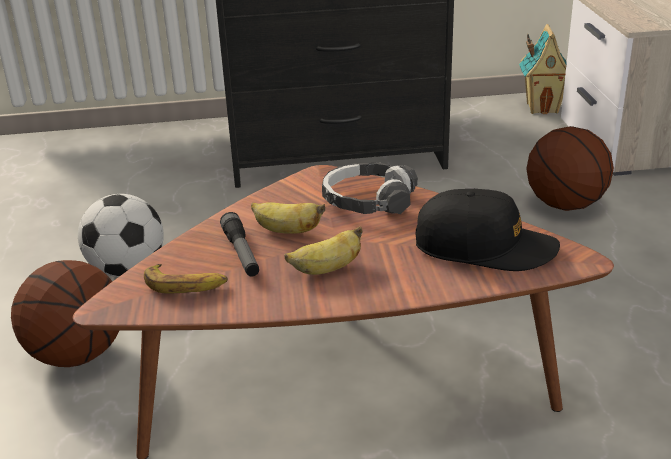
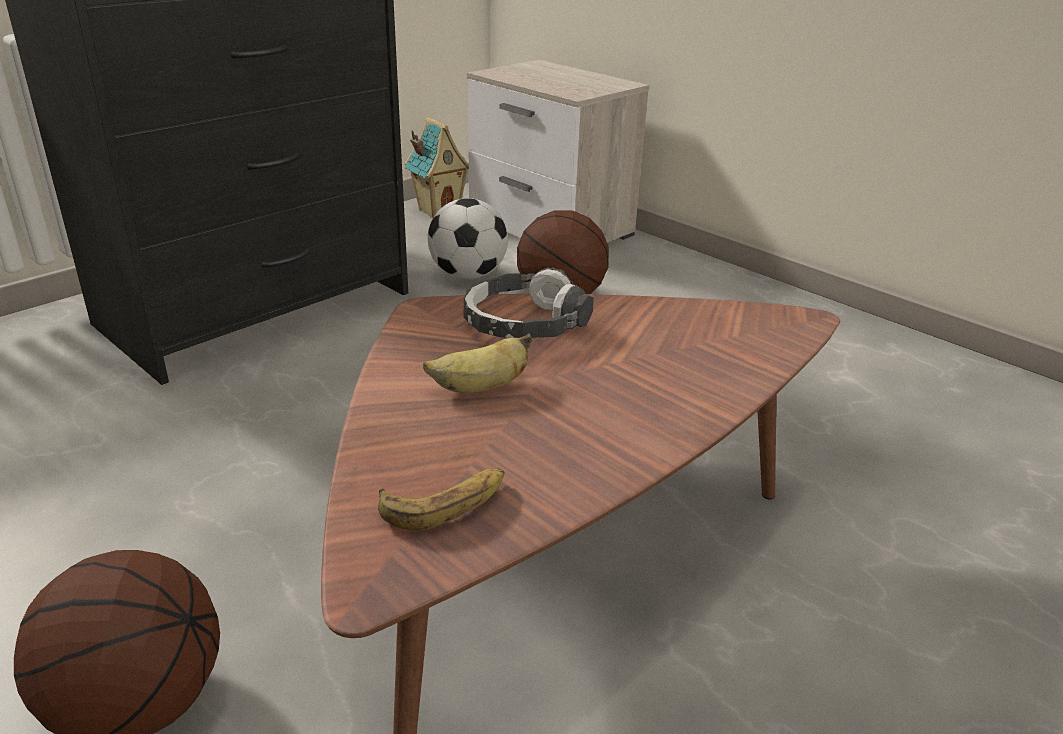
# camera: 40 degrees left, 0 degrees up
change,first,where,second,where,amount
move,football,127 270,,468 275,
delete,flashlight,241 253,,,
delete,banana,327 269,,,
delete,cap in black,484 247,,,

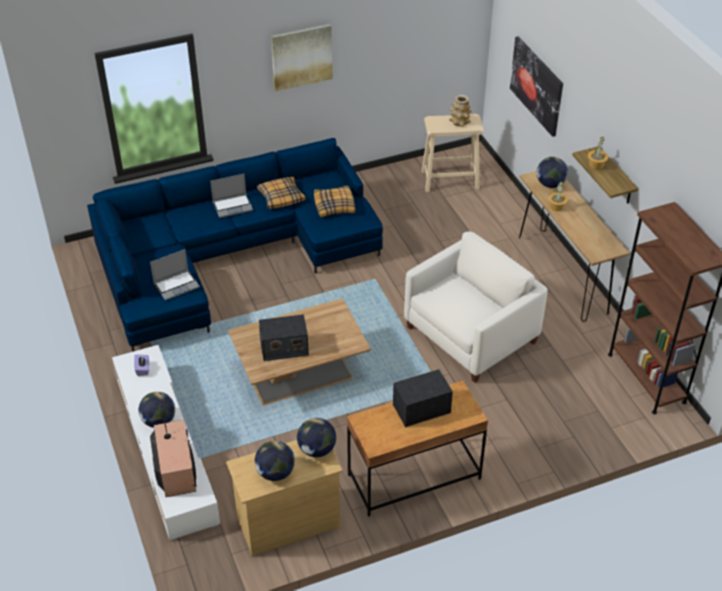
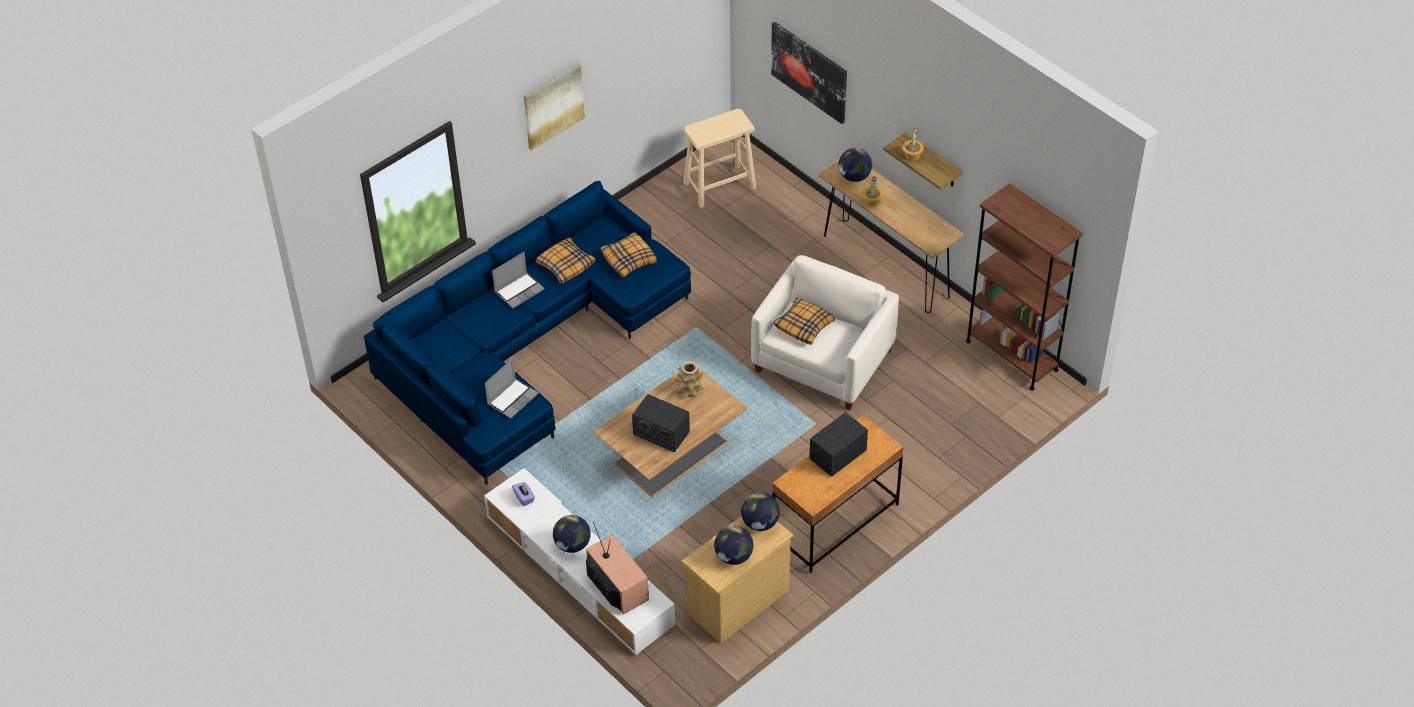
# camera: 20 degrees left, 5 degrees up
change,first,where,second,where,amount
rotate,radio,284 347,,661 432,60 degrees clockwise
move,vase,459 122,,689 390,
insert,,,pillow,804 325,

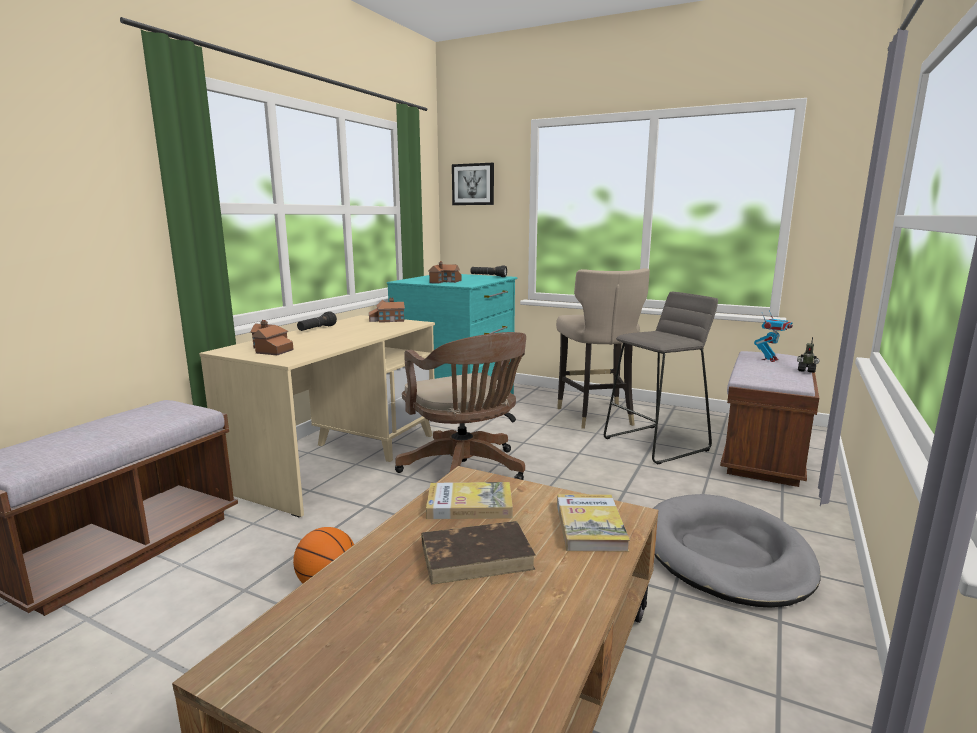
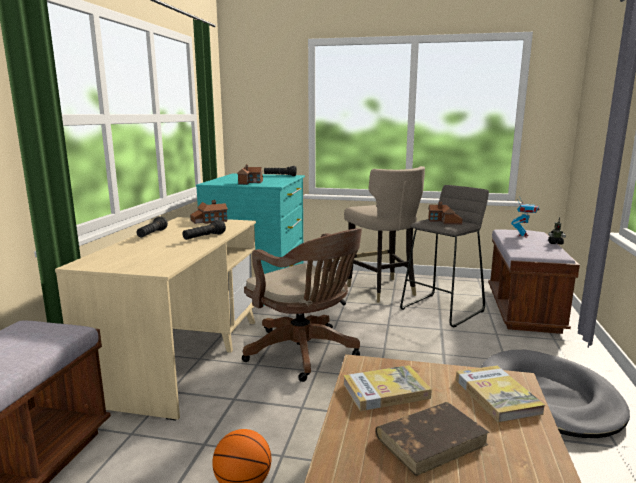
# camera: 15 degrees left, 0 degrees up
change,first,where,second,where,amount
move,toy house,270 350,,444 222,
delete,picture,473 184,,,
insert,,,flashlight in black,204 237,

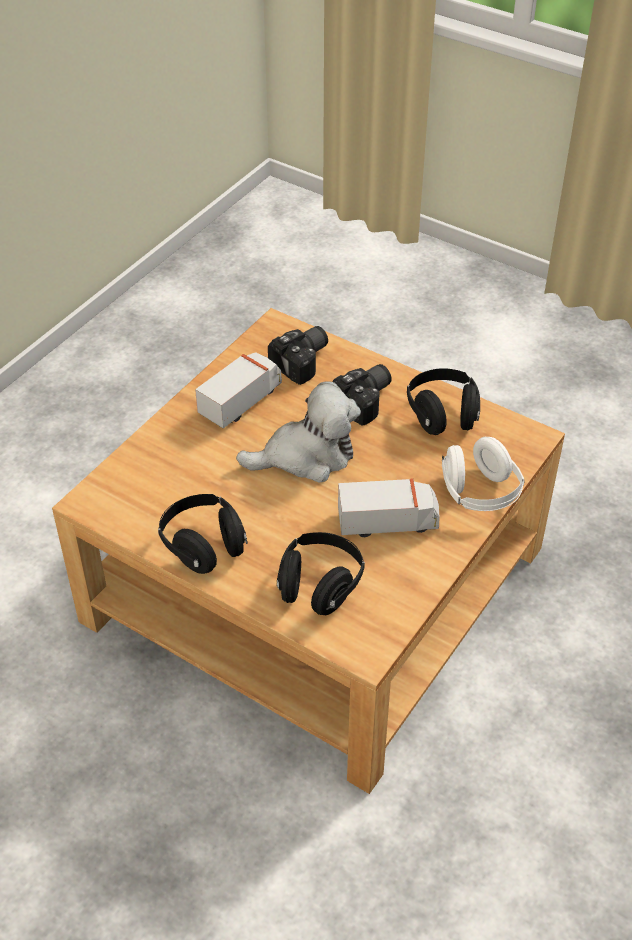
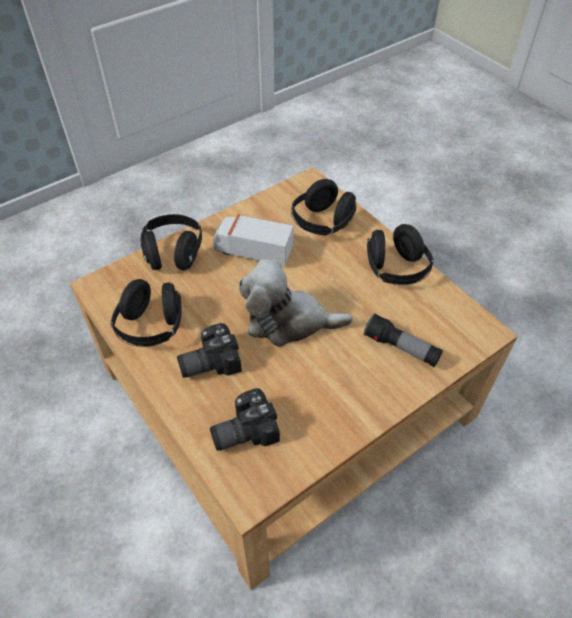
# camera: 160 degrees left, 5 degrees up
change,first,where,second,where,amount
delete,toy truck,242 401,,,
recolor,headphones in white,479 493,headphones in black,173 253,
insert,,,flashlight,401 348,

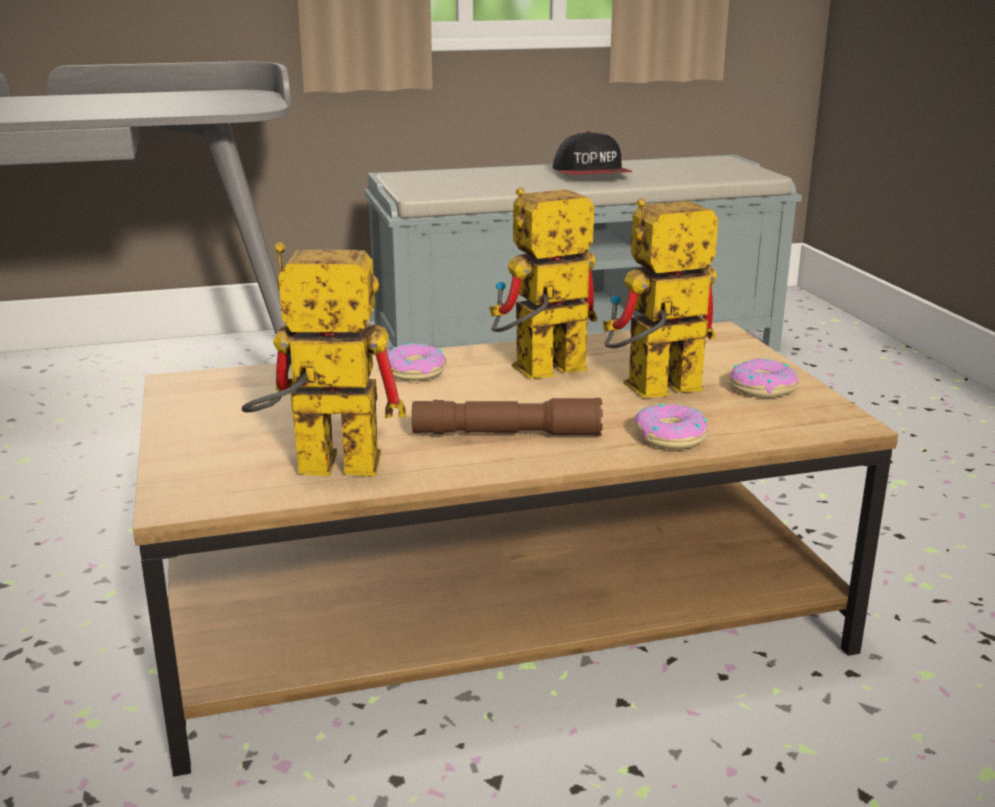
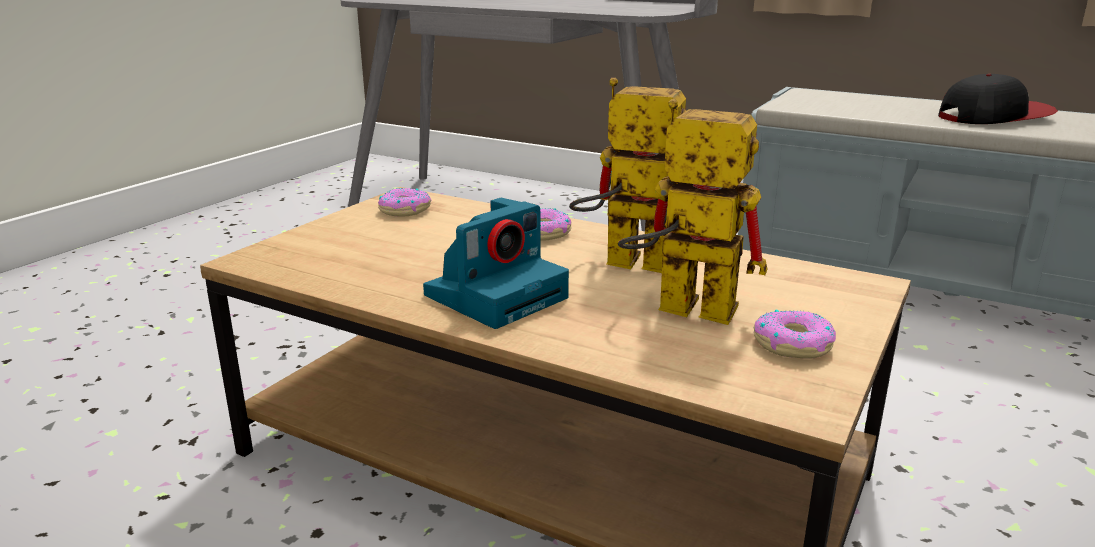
# camera: 45 degrees right, 0 degrees up
change,first,where,second,where,amount
delete,toy robot,318 468,,,
replace,flashlight in brown,506 434,photo camera,497 295,
rotate,cap,592 174,,994 117,135 degrees counterclockwise
move,donut,670 437,,404 210,

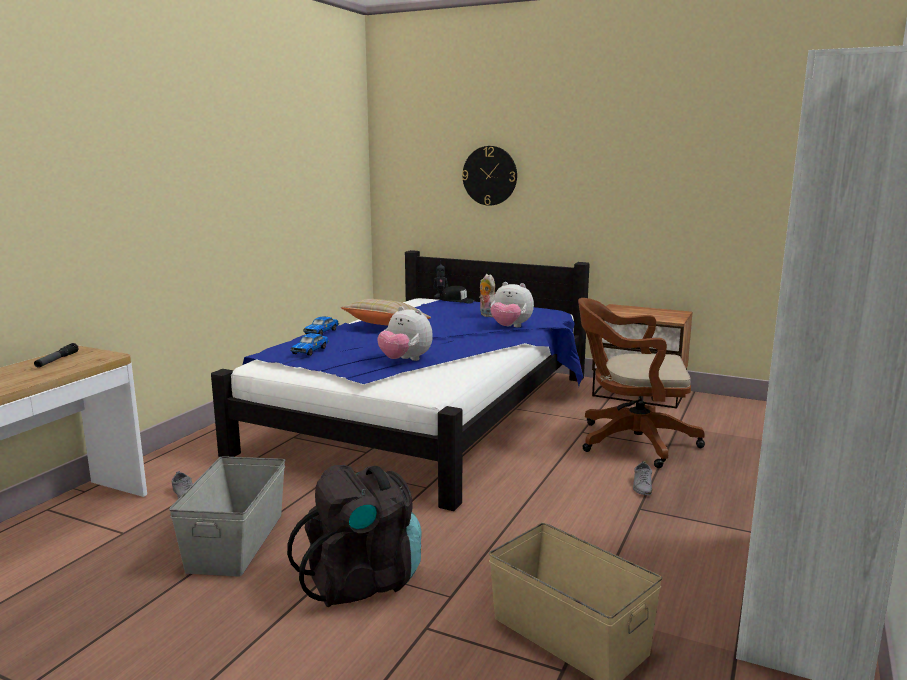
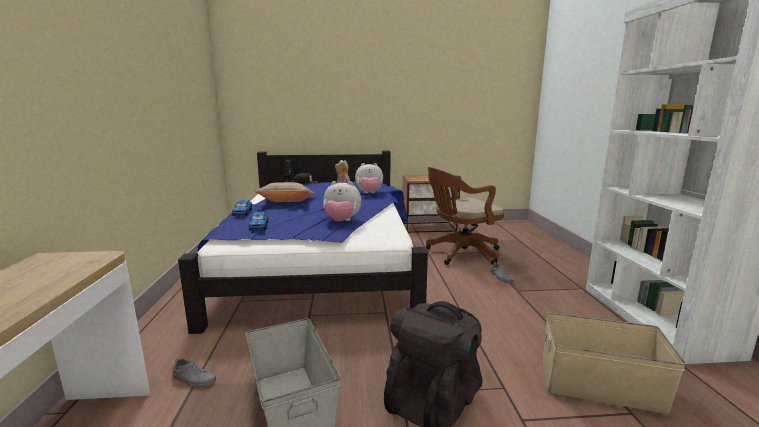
# camera: 30 degrees left, 0 degrees up
change,first,where,second,where,amount
delete,flashlight,57 360,,,
delete,wall clock,489 175,,,

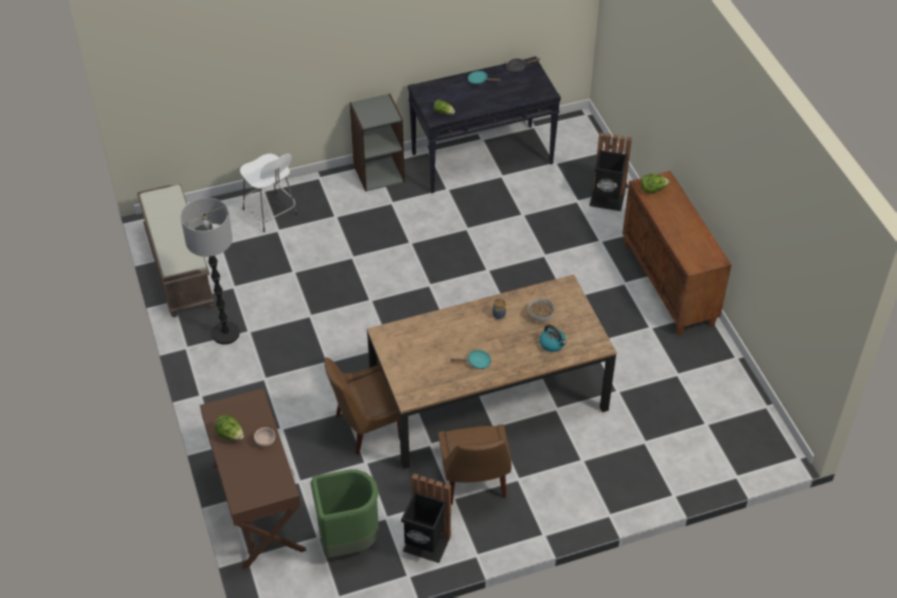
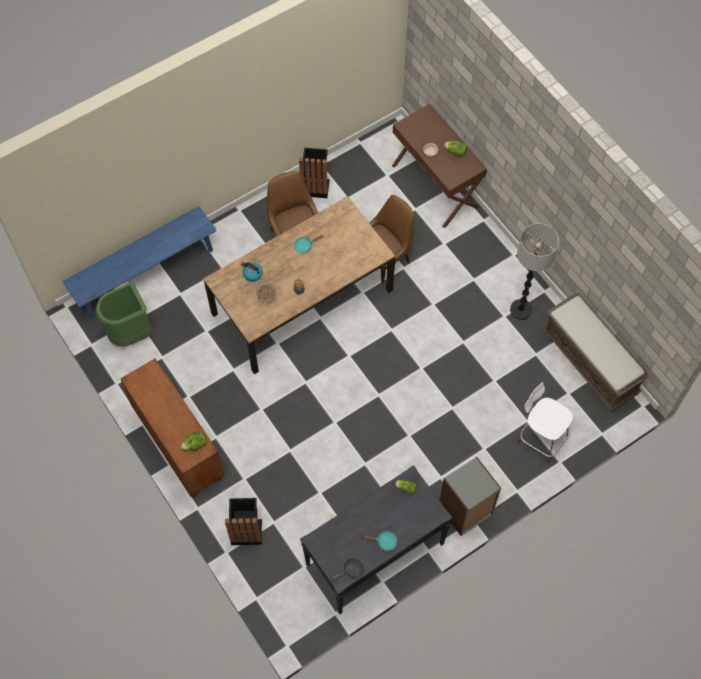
# camera: 165 degrees right, 15 degrees up
change,first,where,second,where,amount
move,trash can in green,347 542,,131 334,
insert,,,bench in blue,146 275,

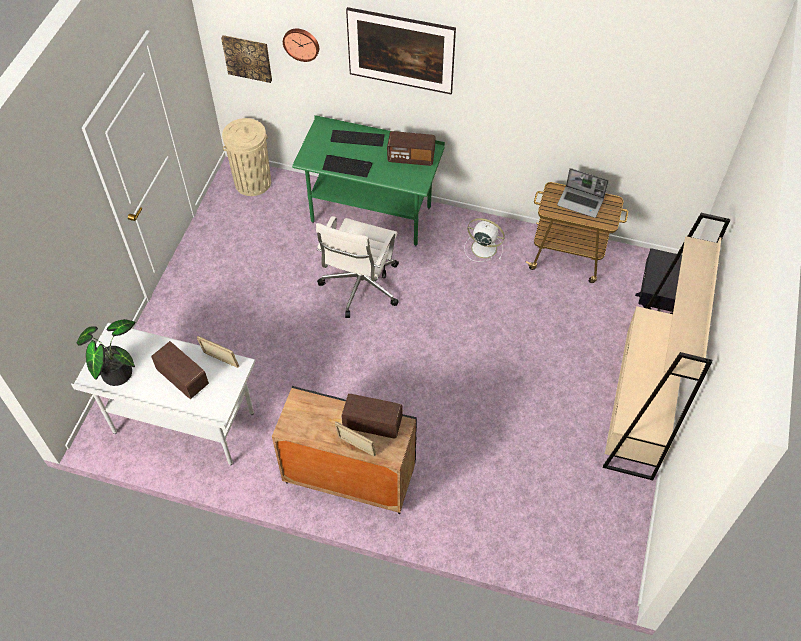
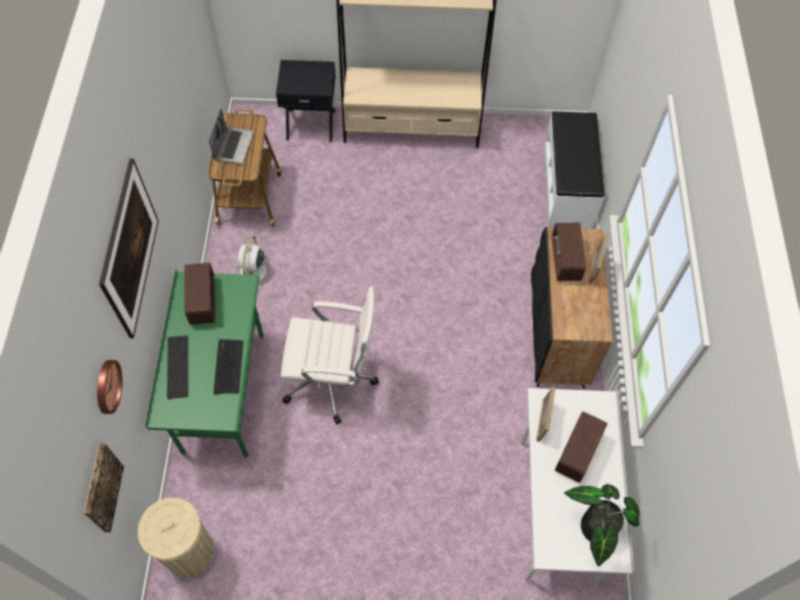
# camera: 105 degrees left, 5 degrees up
change,first,where,second,where,amount
insert,,,bench in white,568 186,

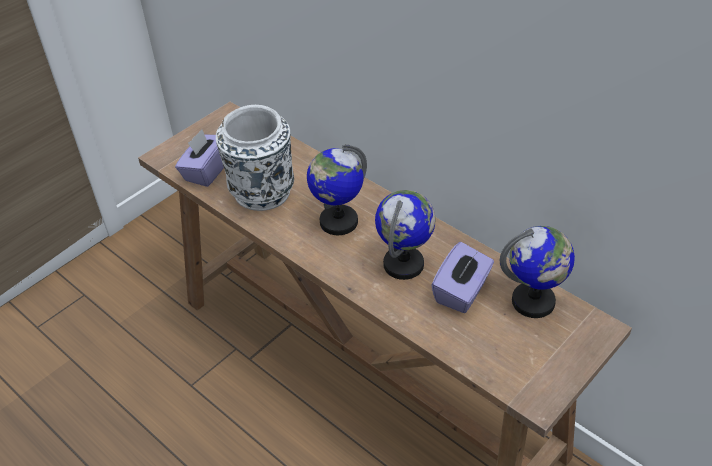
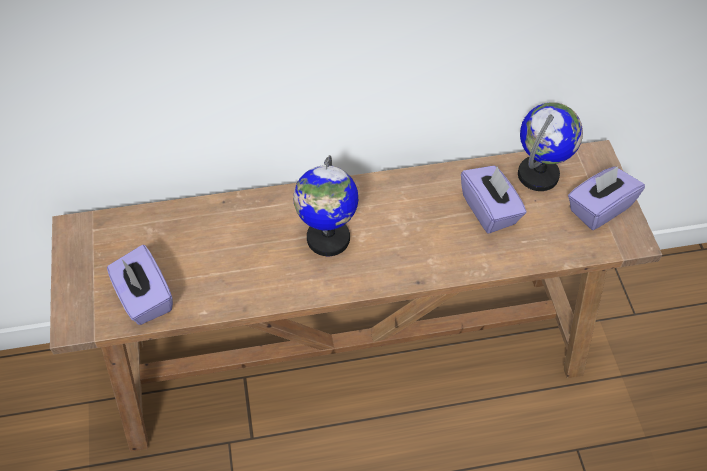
# camera: 55 degrees left, 10 degrees up
change,first,where,second,where,amount
delete,vase in white,262 193,,,
delete,globe,404 264,,,
insert,,,tissue box in purple,599 208,

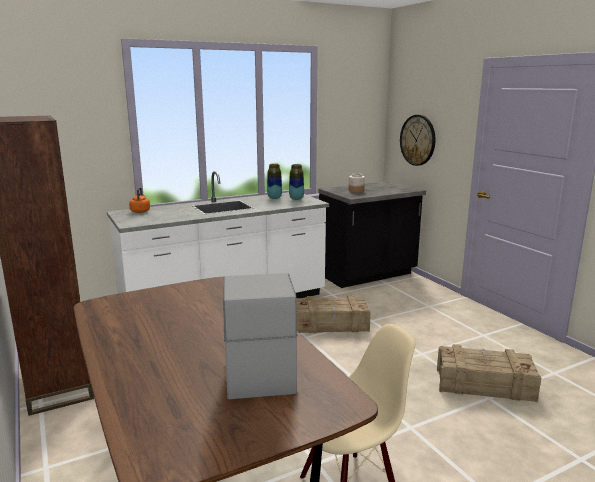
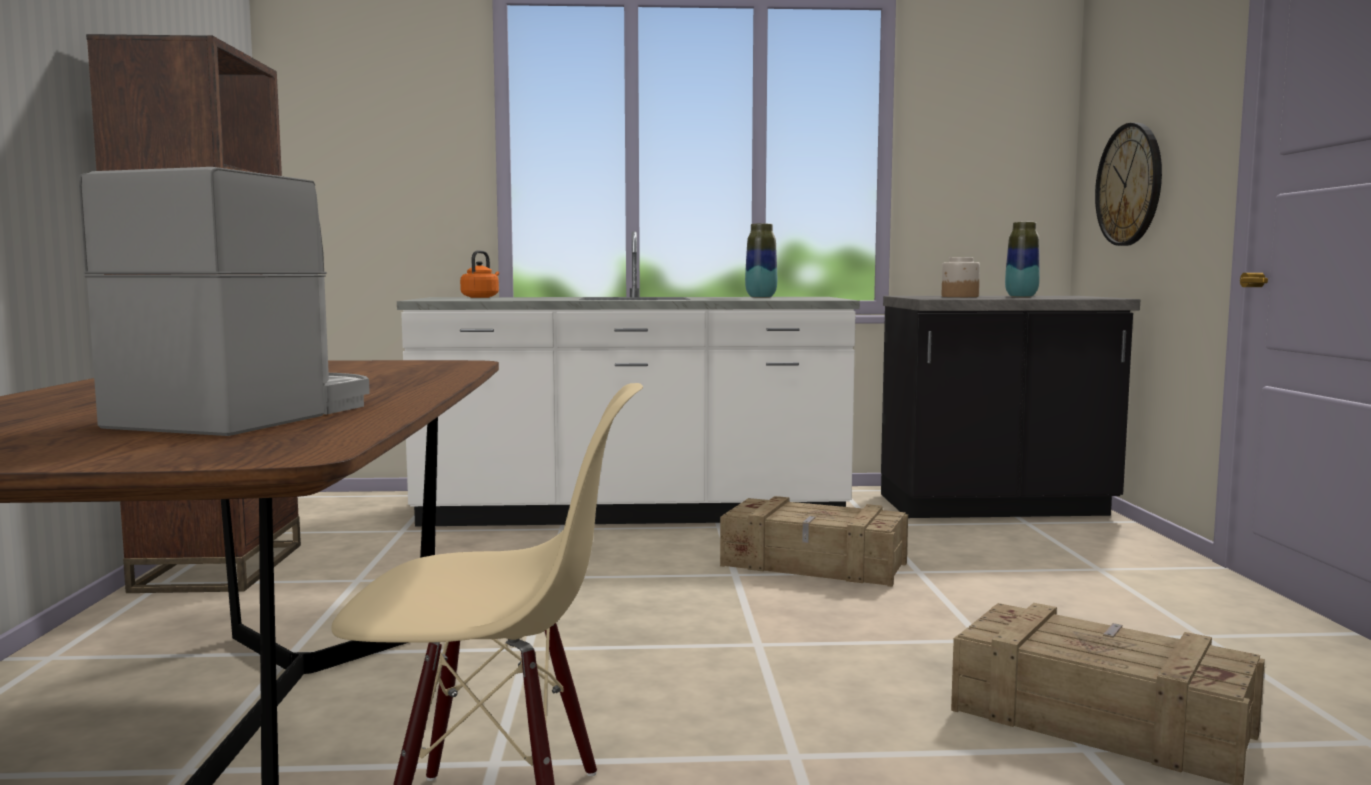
# camera: 25 degrees right, 10 degrees down
change,first,where,second,where,amount
move,vase,296 199,,1021 296,

